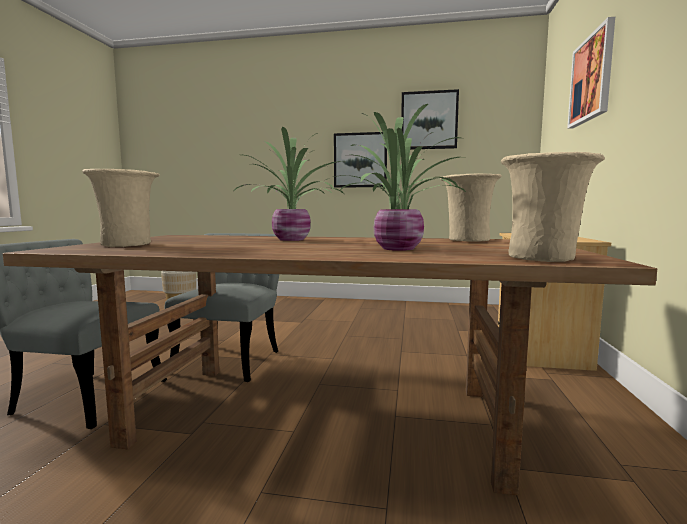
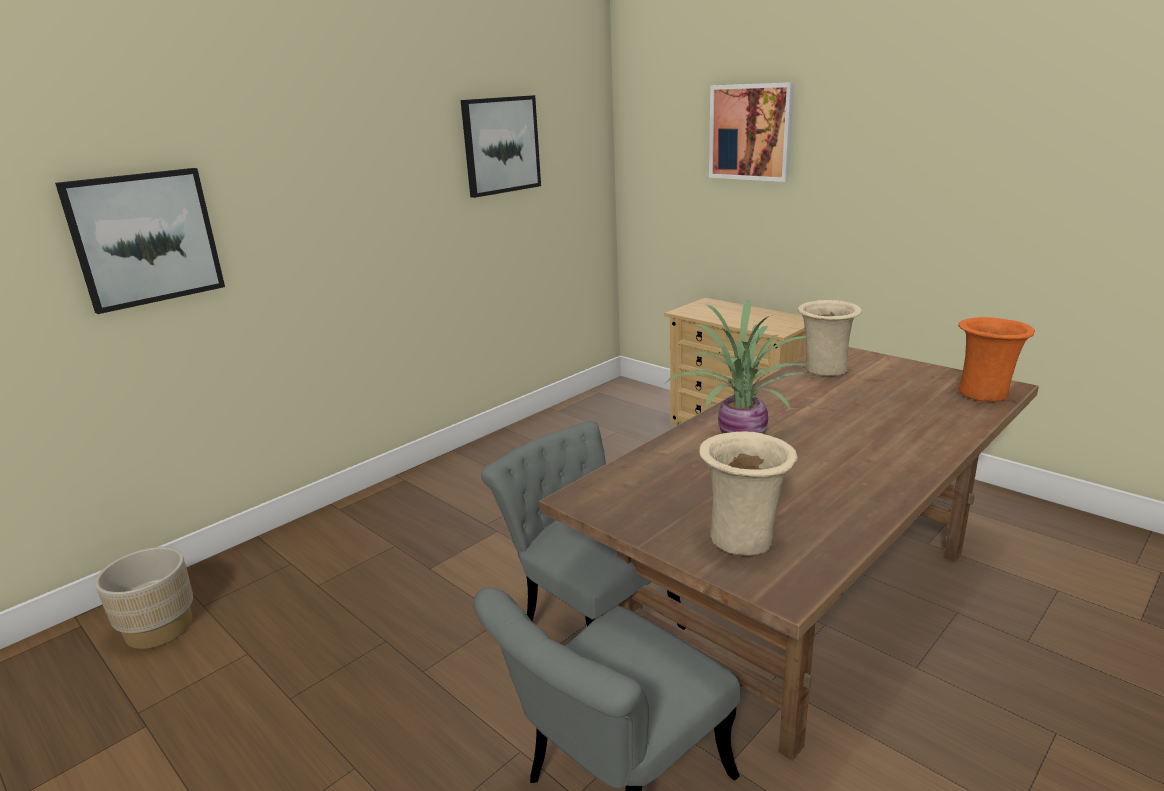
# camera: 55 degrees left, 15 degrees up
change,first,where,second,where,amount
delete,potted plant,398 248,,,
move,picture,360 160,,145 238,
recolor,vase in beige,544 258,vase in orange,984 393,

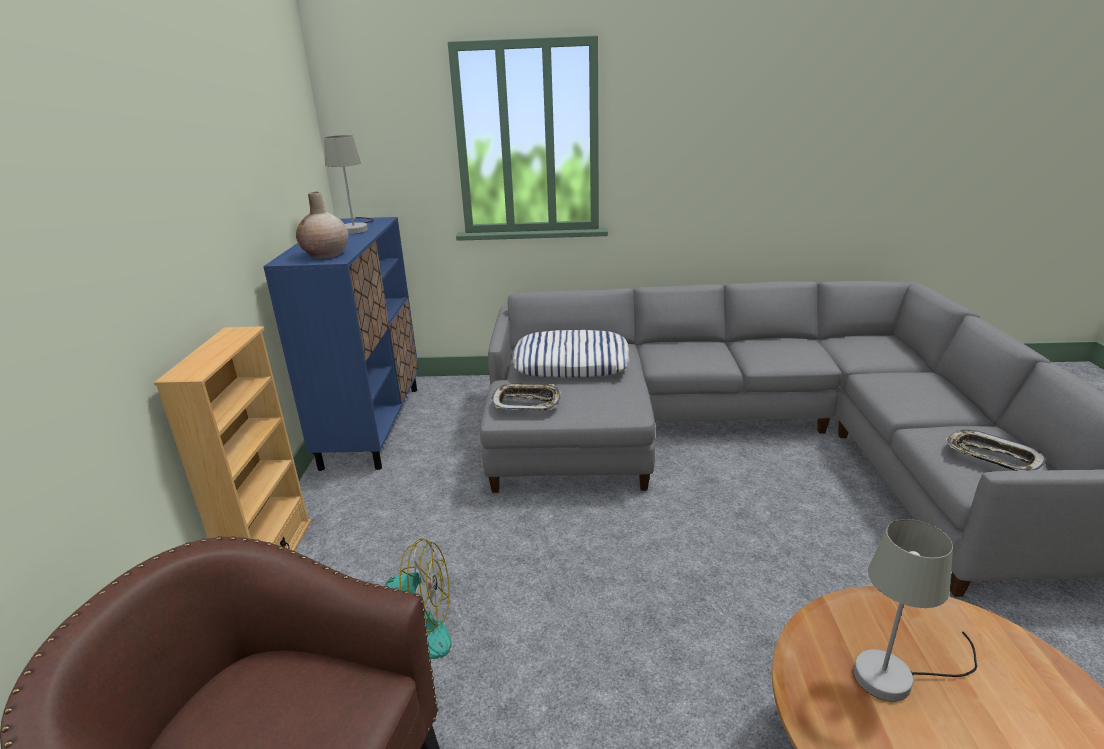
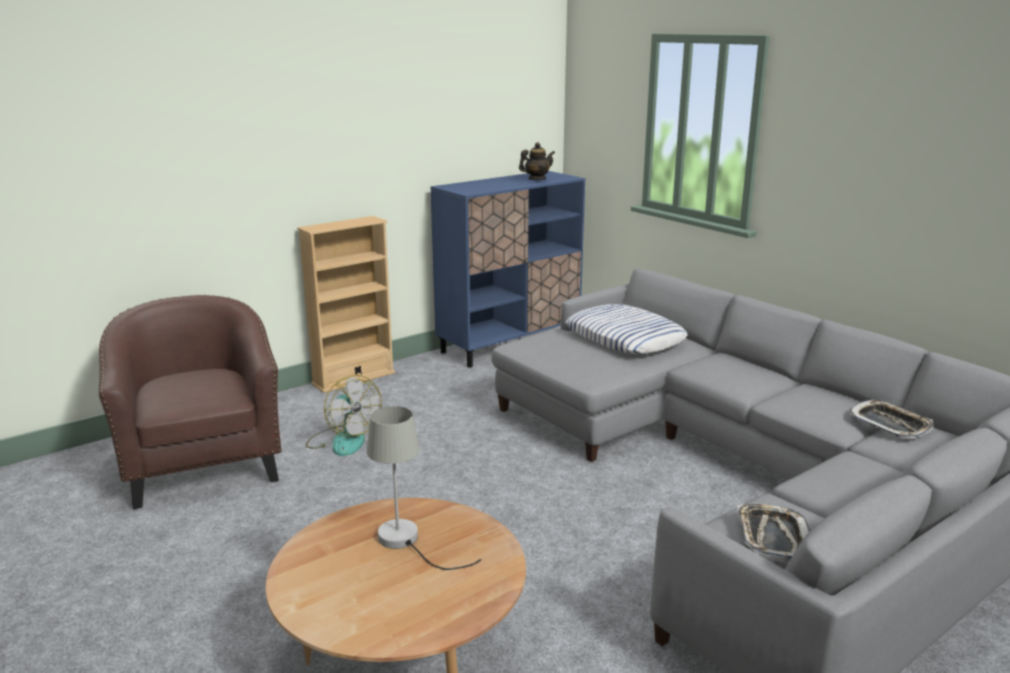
# camera: 50 degrees right, 5 degrees down
change,first,where,second,where,amount
delete,vase in beige,326 254,,,
replace,table lamp in grey,357 229,teapot,536 179,
move,tray,526 402,,890 424,

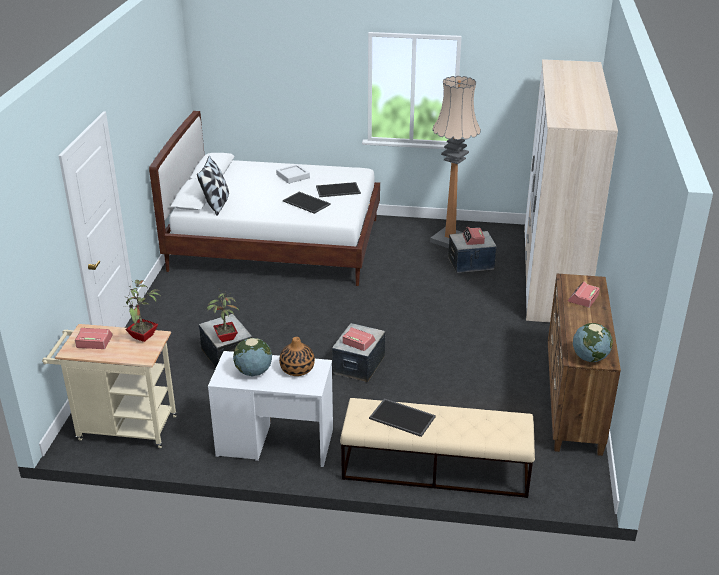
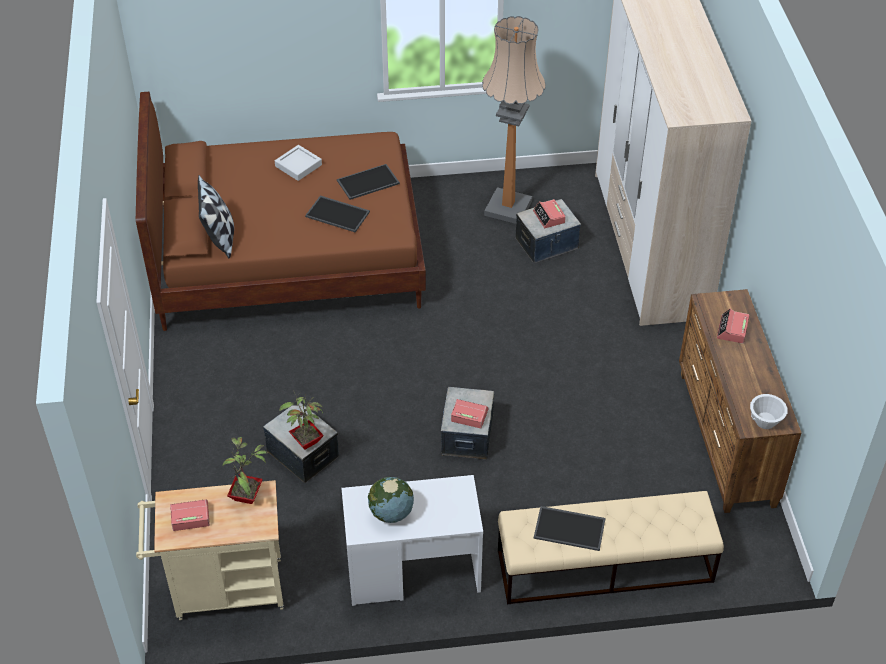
# camera: 15 degrees left, 15 degrees up
change,first,where,second,where,amount
recolor,bed in white,276 244,bed in brown,288 255,
delete,vase,297 369,,,
replace,globe,589 358,bowl in white,764 421,

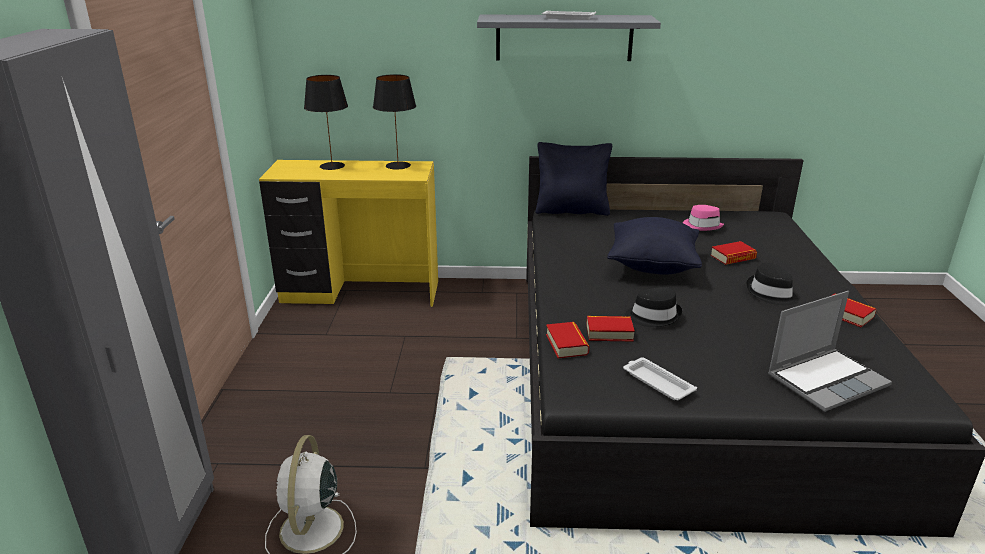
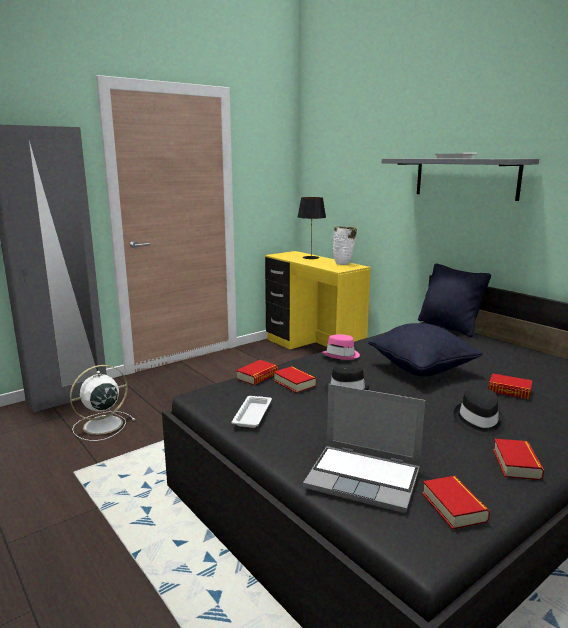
# camera: 50 degrees right, 10 degrees down
change,first,where,second,where,amount
replace,table lamp in black,398 166,vase in white,344 264,
move,hat in pink,702 226,,342 355,
insert,,,book,454 507,

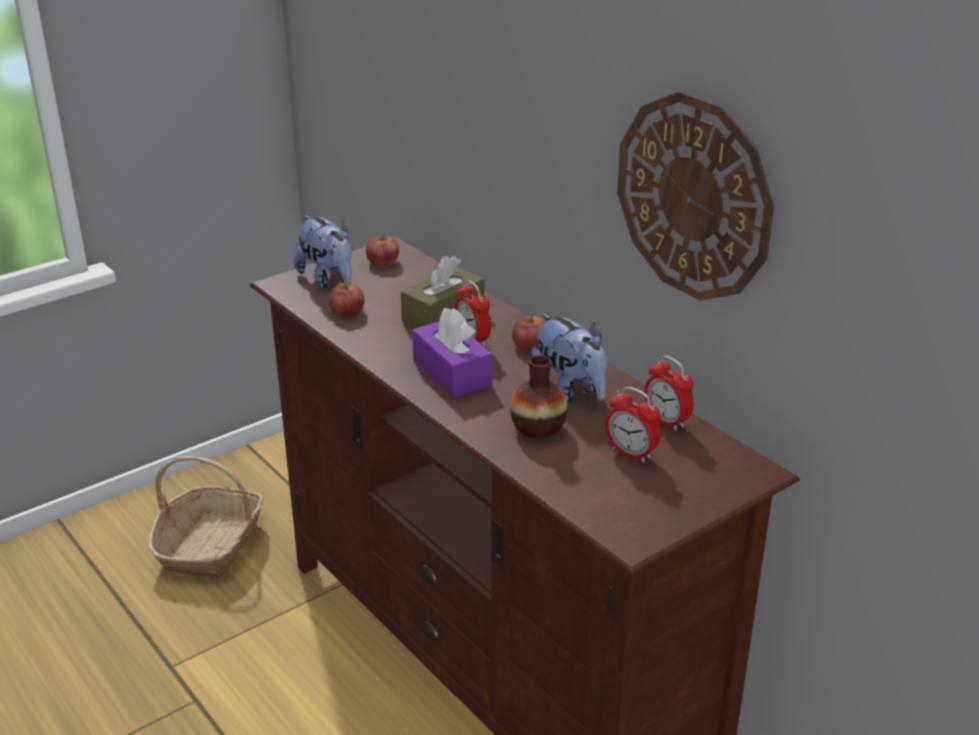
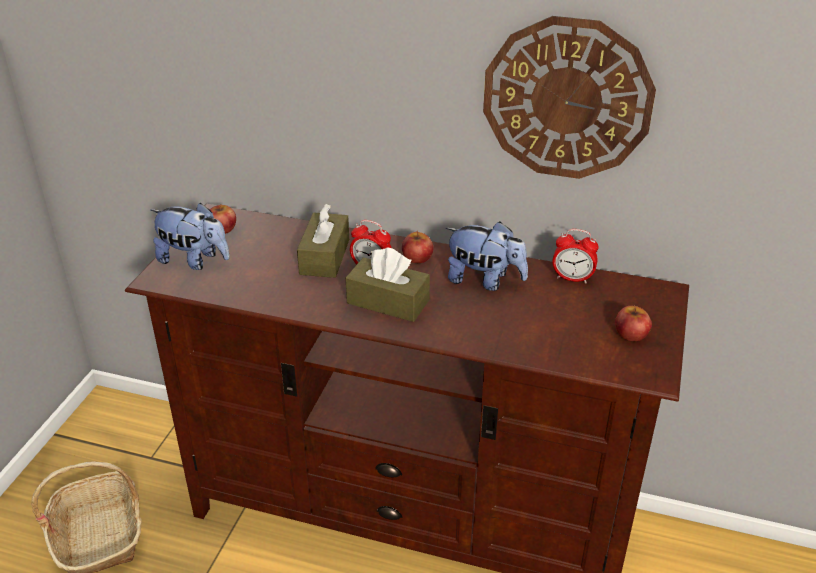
# camera: 35 degrees left, 5 degrees up
change,first,where,second,where,amount
move,apple,347 311,,631 333,
recolor,tissue box in purple,452 373,tissue box in brown,388 302,
delete,vase,538 428,,,
delete,alarm clock,631 453,,,

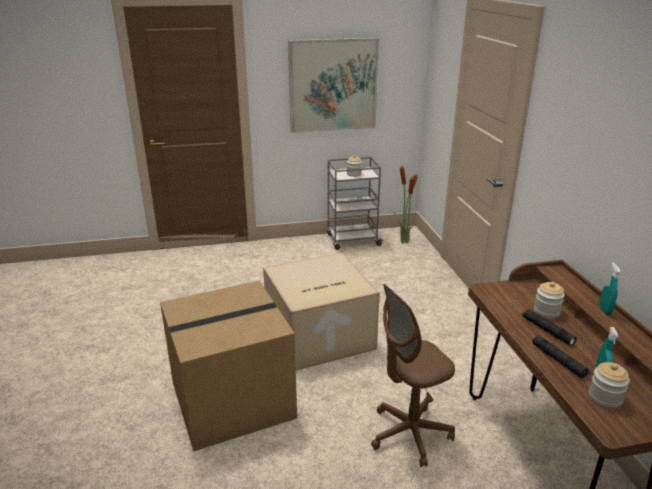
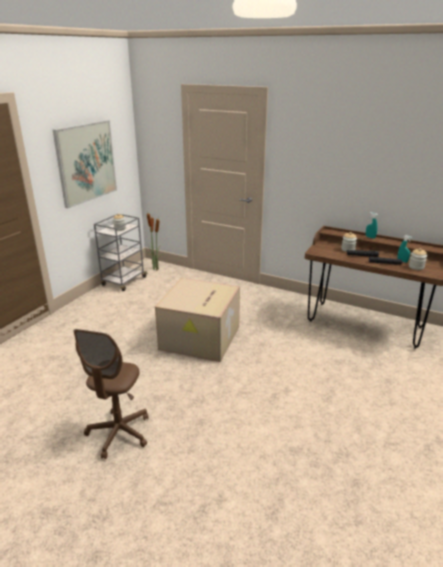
# camera: 50 degrees left, 0 degrees up
change,first,where,second,where,amount
delete,cardboard box,233 398,,,
move,office chair in brown,410 434,,119 433,

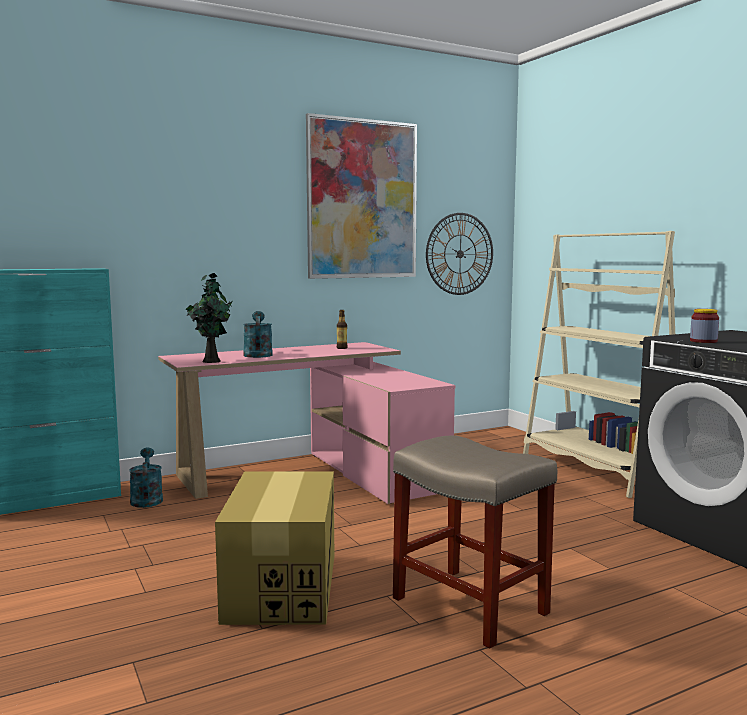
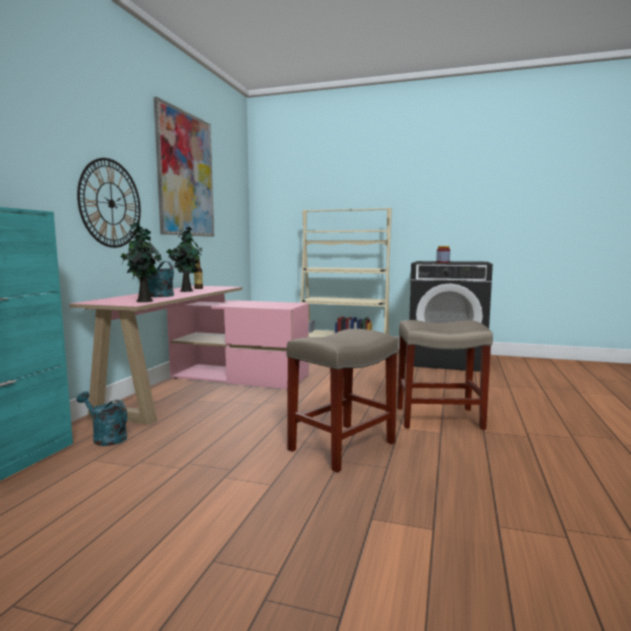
# camera: 45 degrees left, 0 degrees up
change,first,where,second,where,amount
replace,cardboard box,282 586,stool in beige,343 445,
move,wall clock,460 254,,111 203,
insert,,,potted plant,186 291,

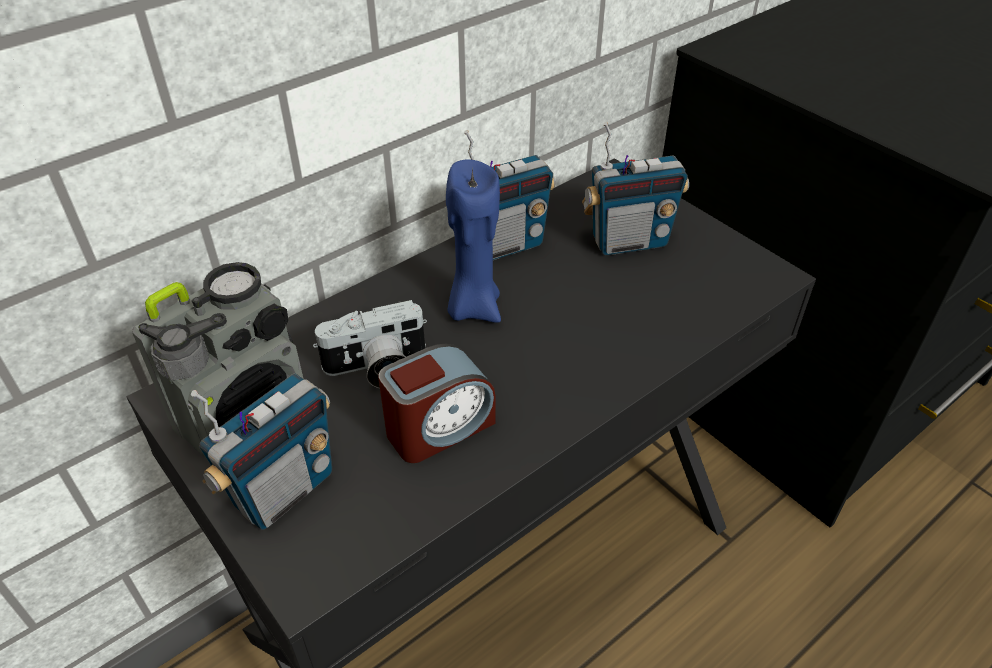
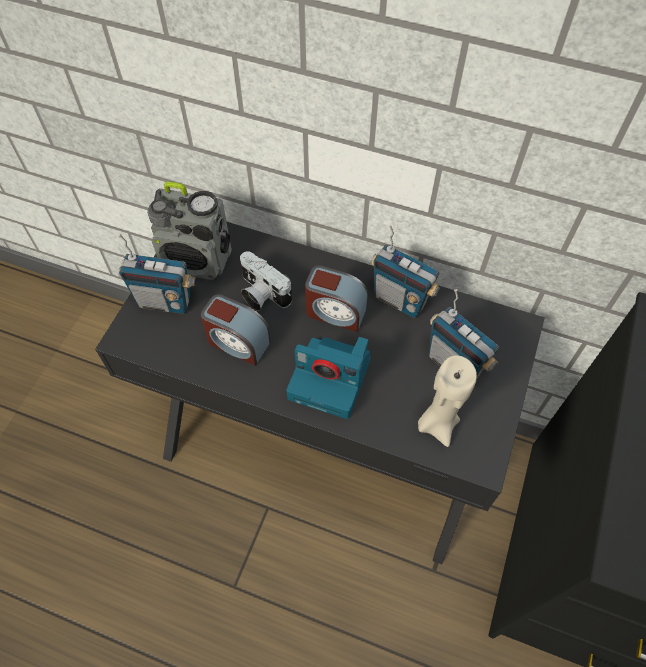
# camera: 60 degrees right, 15 degrees up
change,first,where,second,where,amount
replace,candle in blue,473 307,alarm clock,335 312,
insert,,,photo camera,331 379,
insert,,,candle in beige,437 423,

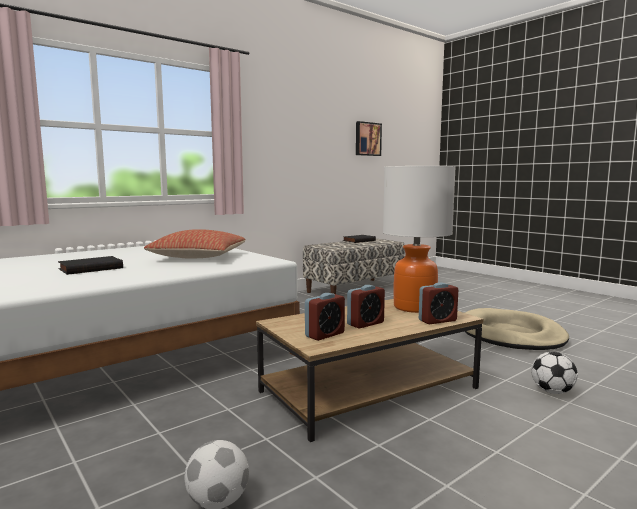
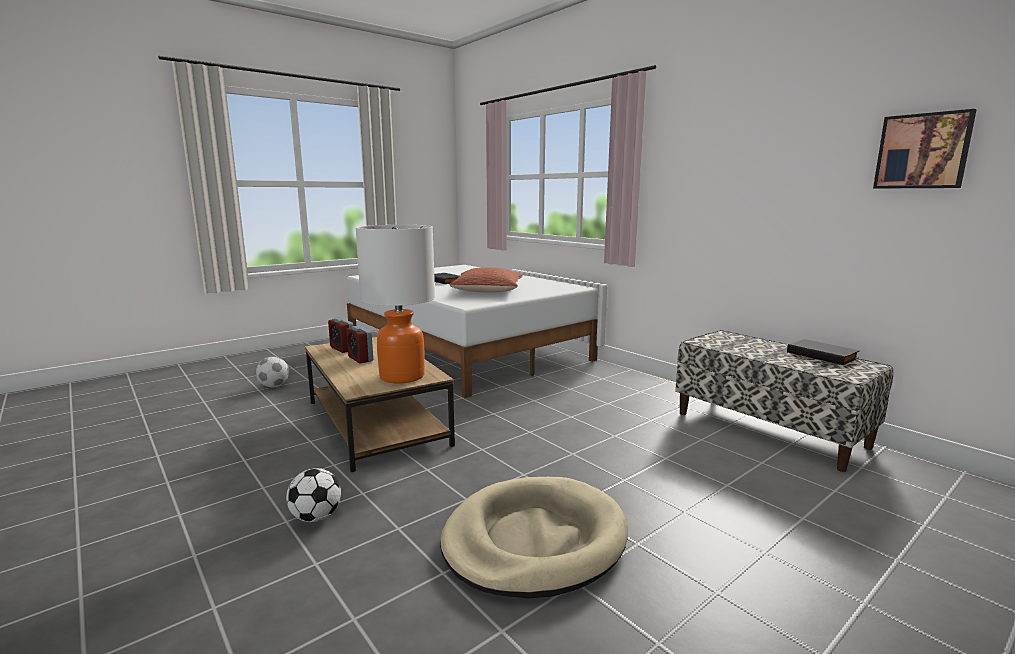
# camera: 90 degrees right, 5 degrees up
change,first,where,second,where,amount
delete,alarm clock,437 320,,,

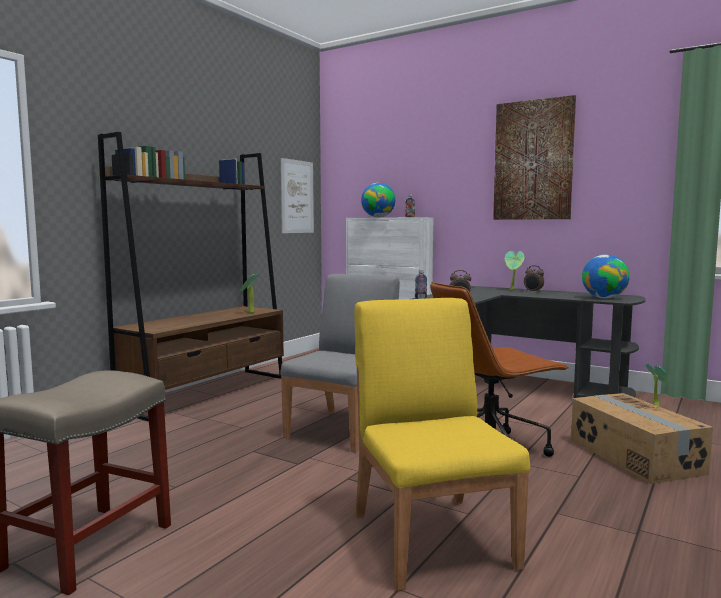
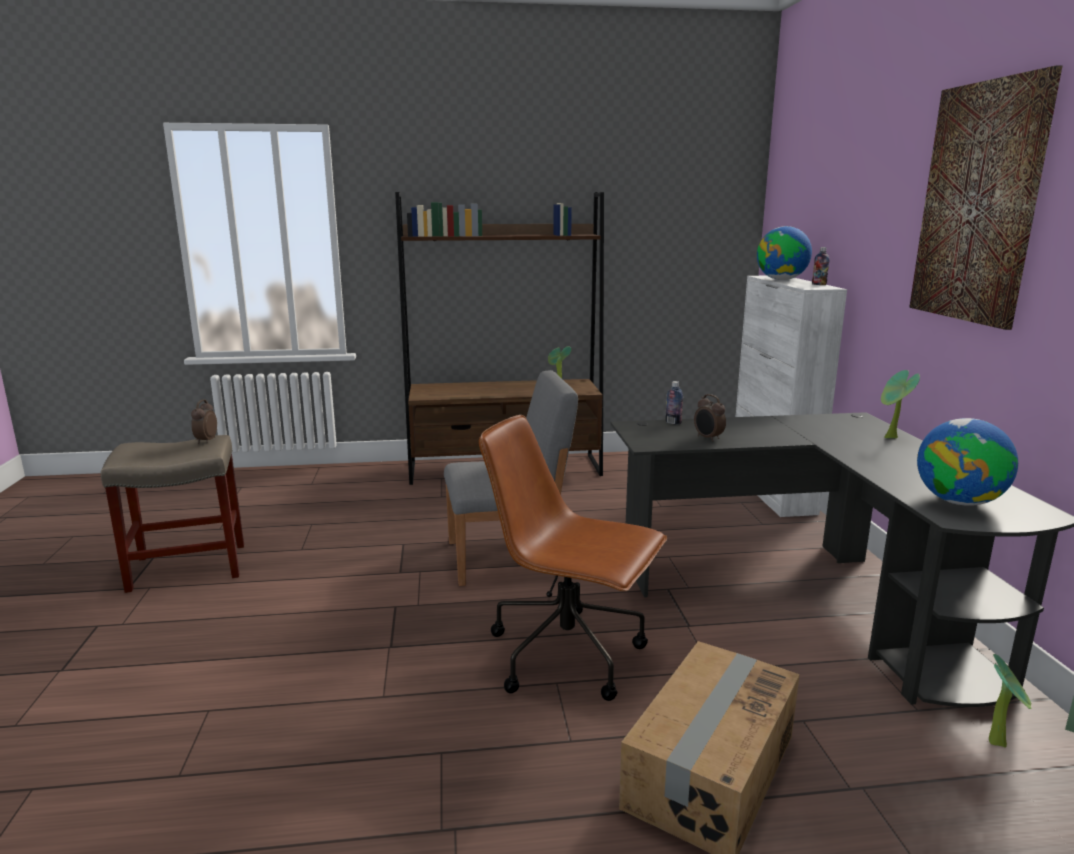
# camera: 50 degrees right, 10 degrees up
change,first,where,second,where,amount
delete,picture,297 196,,,
delete,chair in yellow,432 537,,,
move,alarm clock,533 292,,206 441,

